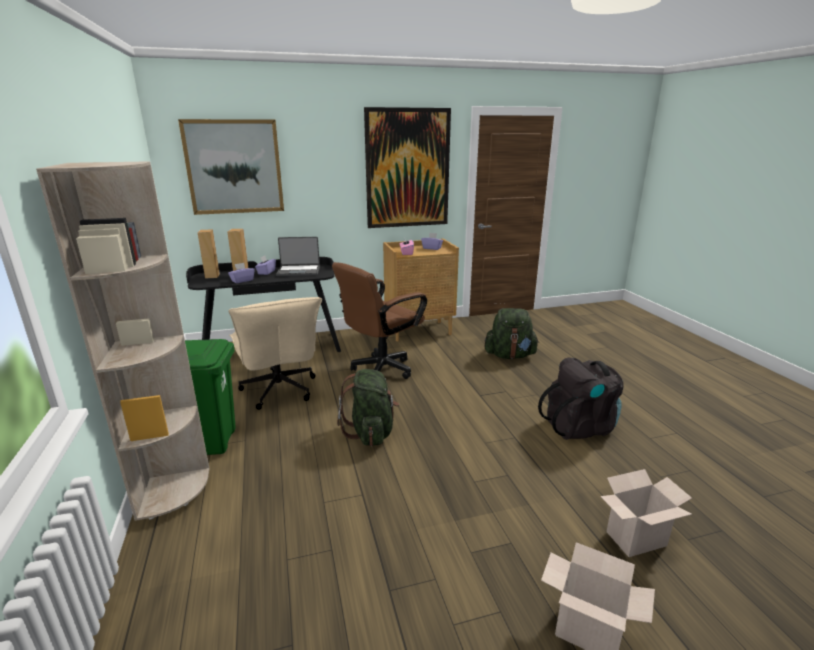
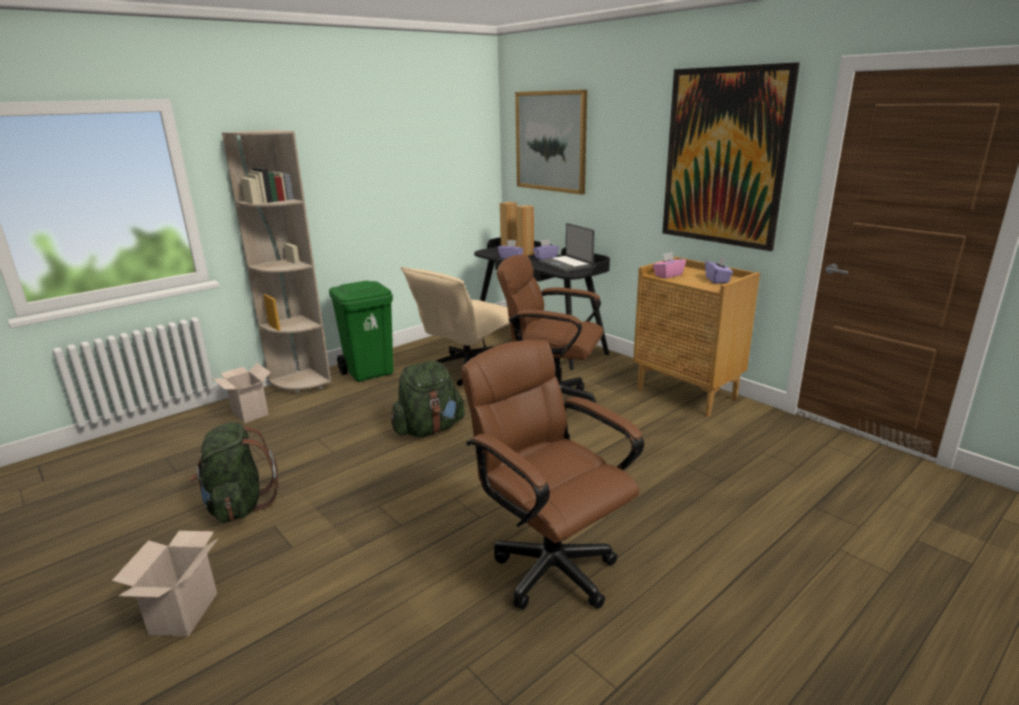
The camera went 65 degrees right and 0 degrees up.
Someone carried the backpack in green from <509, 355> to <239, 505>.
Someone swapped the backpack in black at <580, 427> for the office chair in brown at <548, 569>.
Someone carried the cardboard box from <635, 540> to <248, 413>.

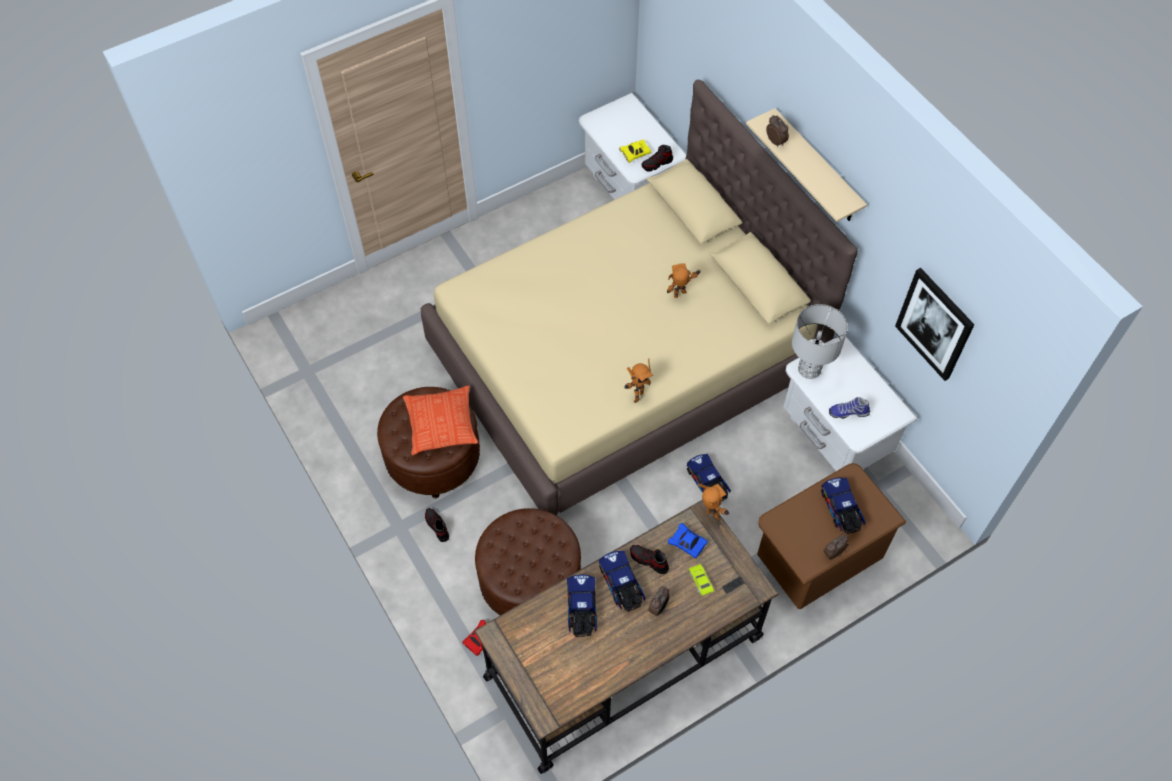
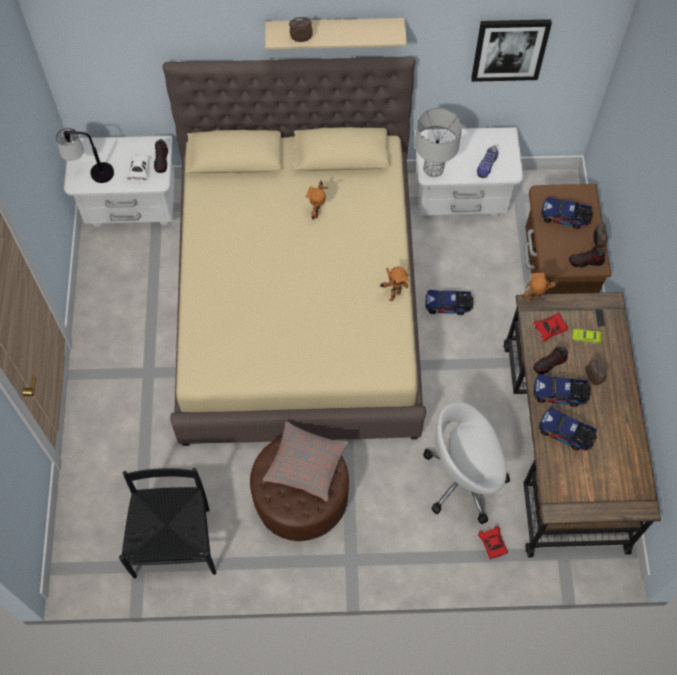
The camera went 60 degrees left and 5 degrees up.
Someone repainted the toy car in yellow at <635, 154>, which became the toy car in white at <139, 171>.
Someone rotated the toy robot at <636, 396> by 75 degrees clockwise.
Someone repainted the pillow in orange at <441, 426>, which became the pillow in grey at <306, 465>.
Someone carried the shoe from <437, 526> to <586, 261>.
Someone swapped the ottoman in brown at <530, 582> for the office chair in white at <461, 480>.
Someone repainted the toy car in blue at <687, 544>, which became the toy car in red at <549, 329>.
Someone put down the table lamp at <91, 173>.
Someone put down the chair in black at <175, 542>.

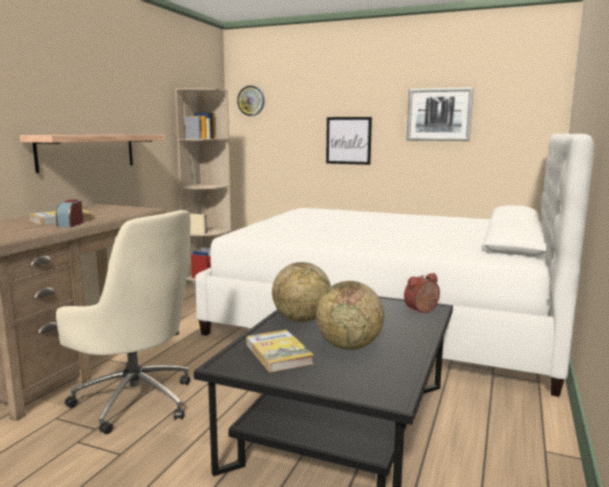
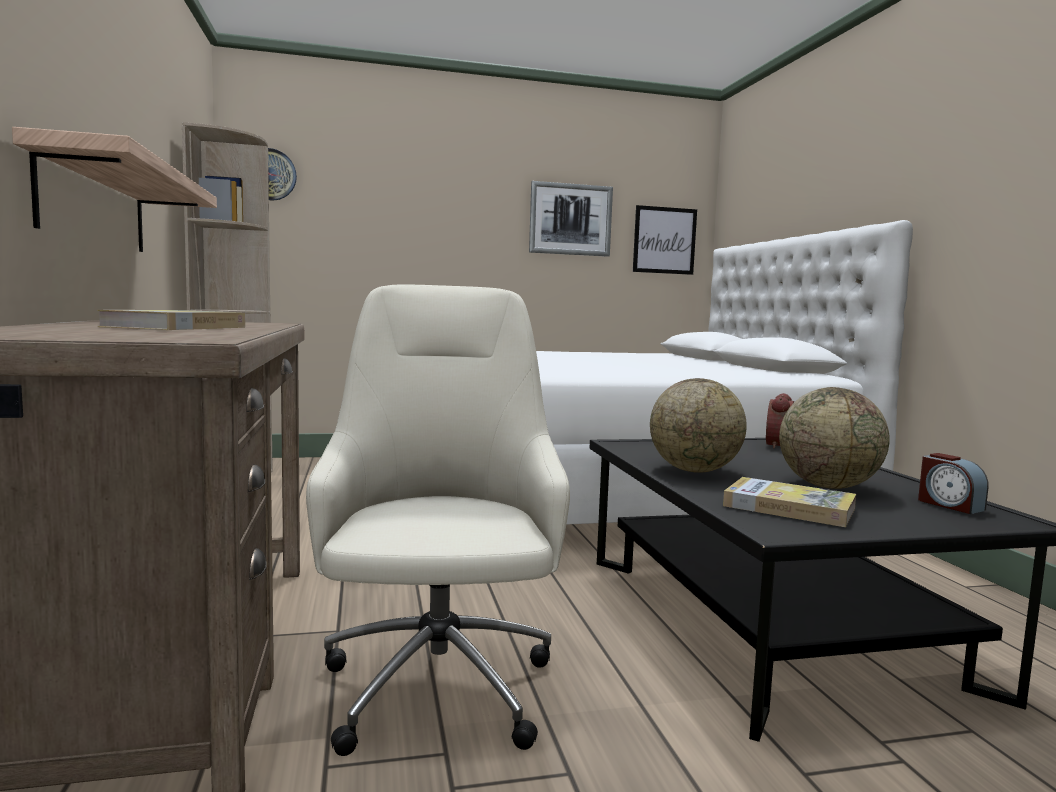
The camera went 35 degrees left and 5 degrees down.
Someone carried the picture from <348, 140> to <664, 240>.
Someone carried the alarm clock from <70, 224> to <949, 505>.
Someone rotated the office chair in beige at <136, 401> by 90 degrees counterclockwise.

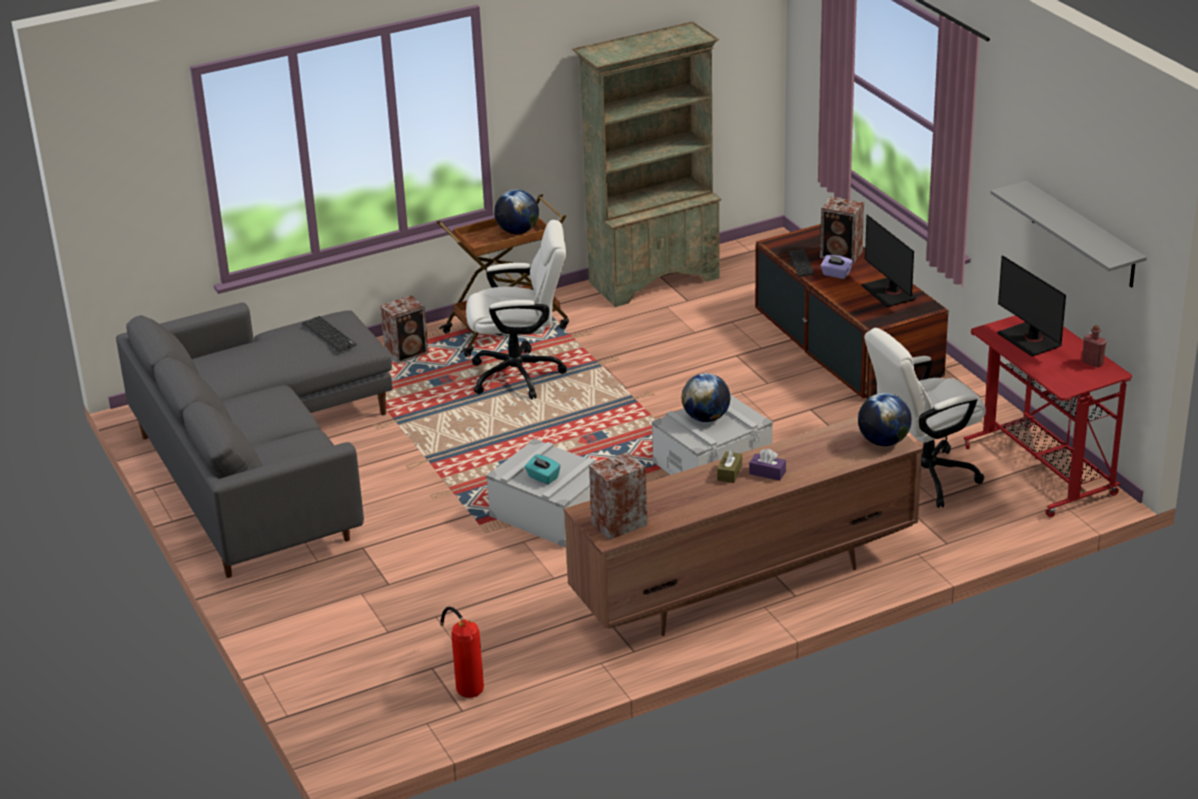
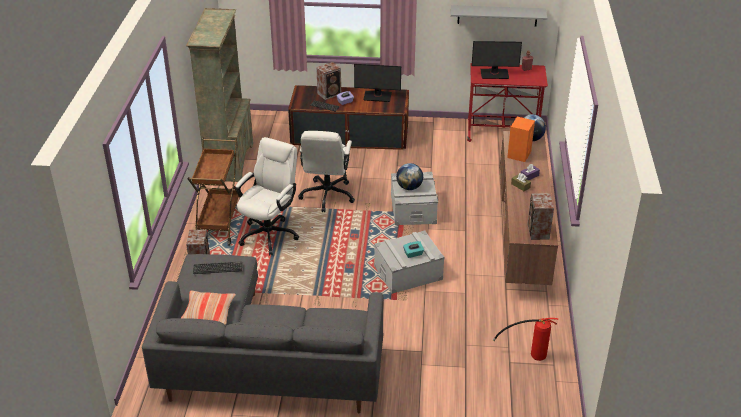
The camera went 60 degrees left and 5 degrees up.
Someone took away the globe at <517, 231>.
Someone carried the office chair in white from <921, 479> to <327, 197>.
Someone put down the speaker in orange at <519, 154>.
Someone put down the pillow at <208, 312>.

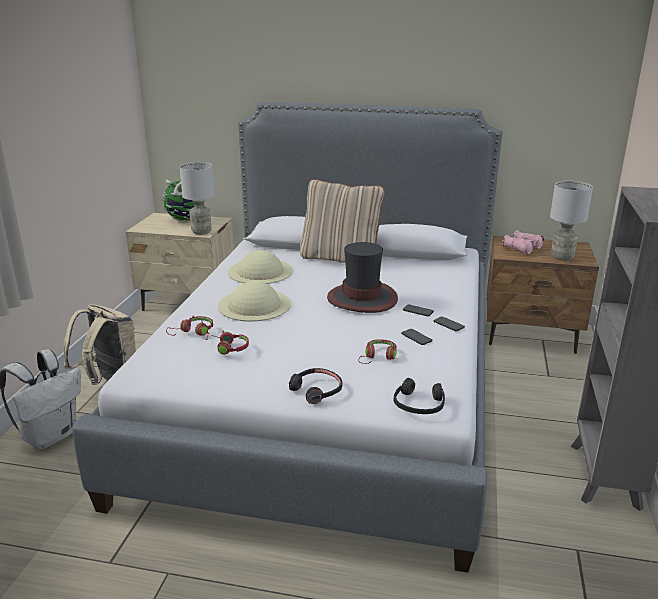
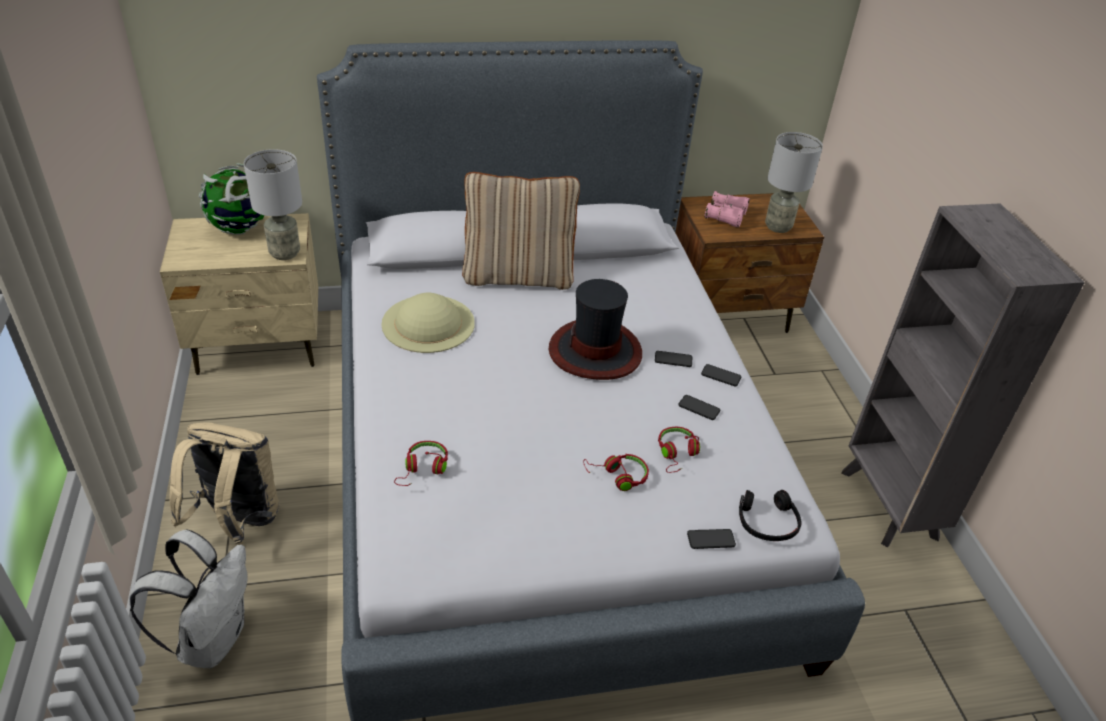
The camera went 25 degrees left and 15 degrees up.
Someone took away the hat in beige at <254, 305>.
Someone carried the headphones in red from <227, 347> to <617, 476>.
Someone took away the headphones in black at <316, 390>.
Someone put down the phone at <711, 539>.

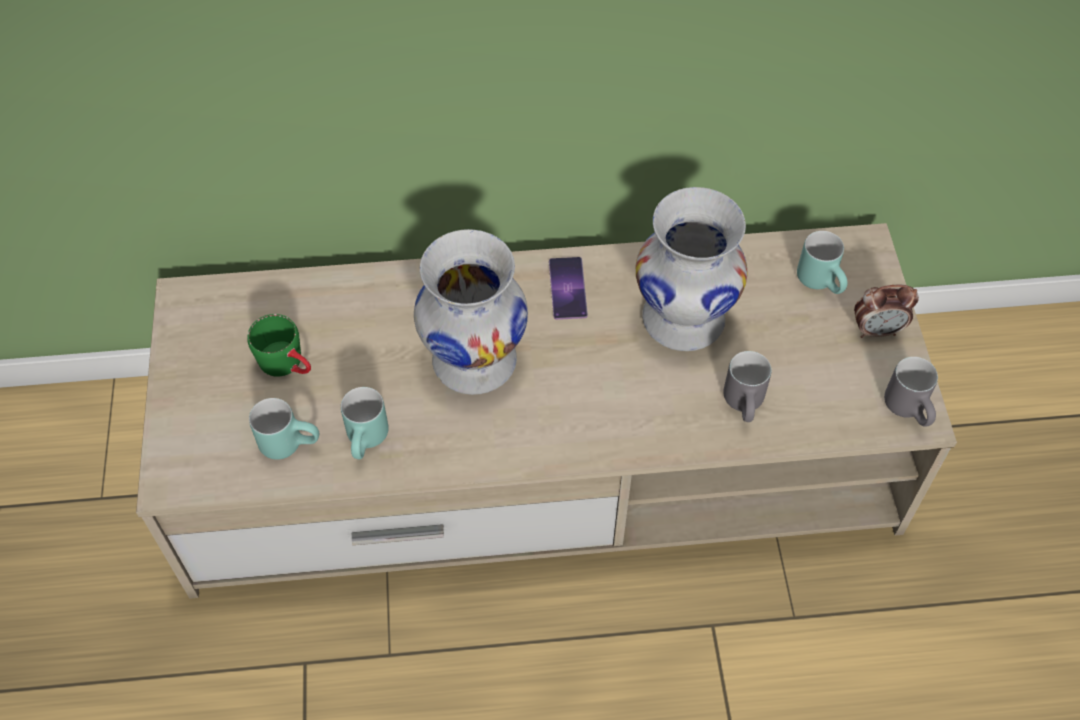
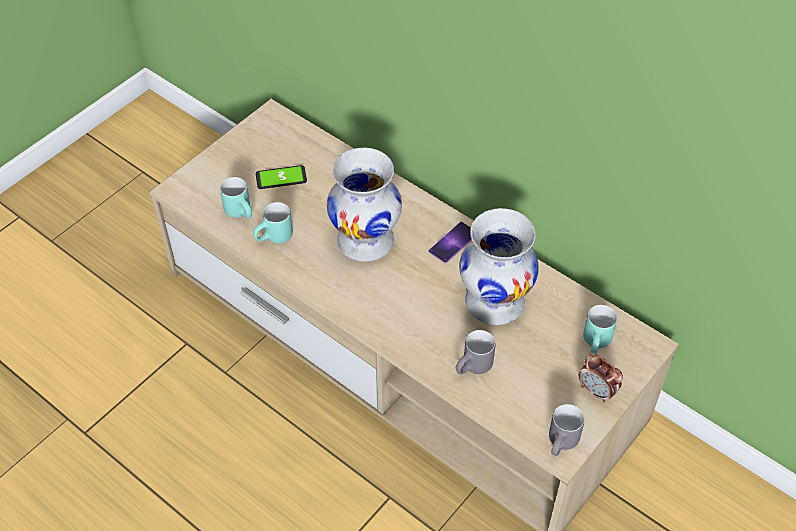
The camera went 45 degrees right and 5 degrees down.
Someone swapped the mug in green at <288, 364> for the phone at <281, 178>.

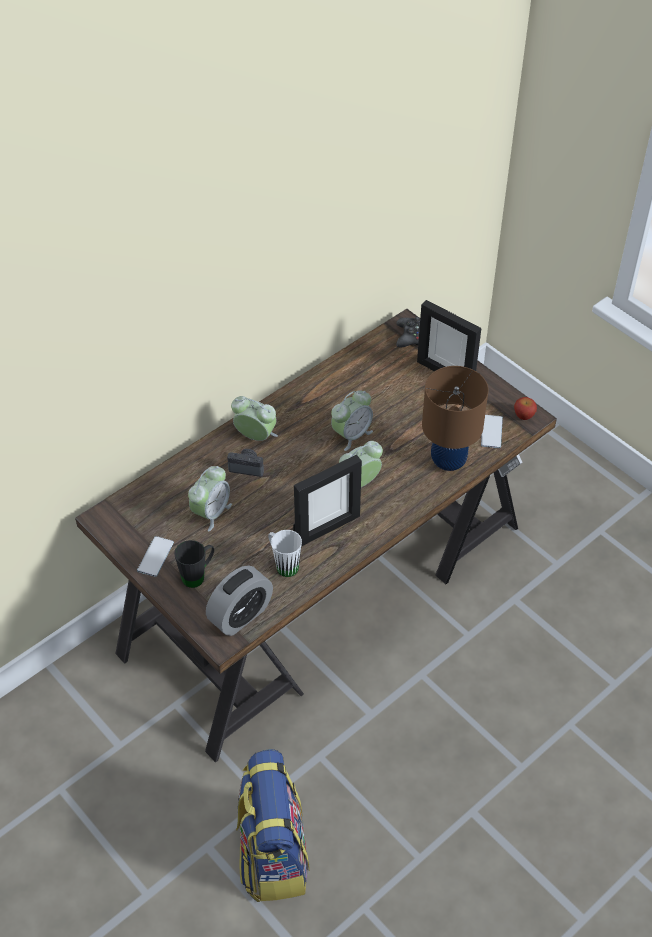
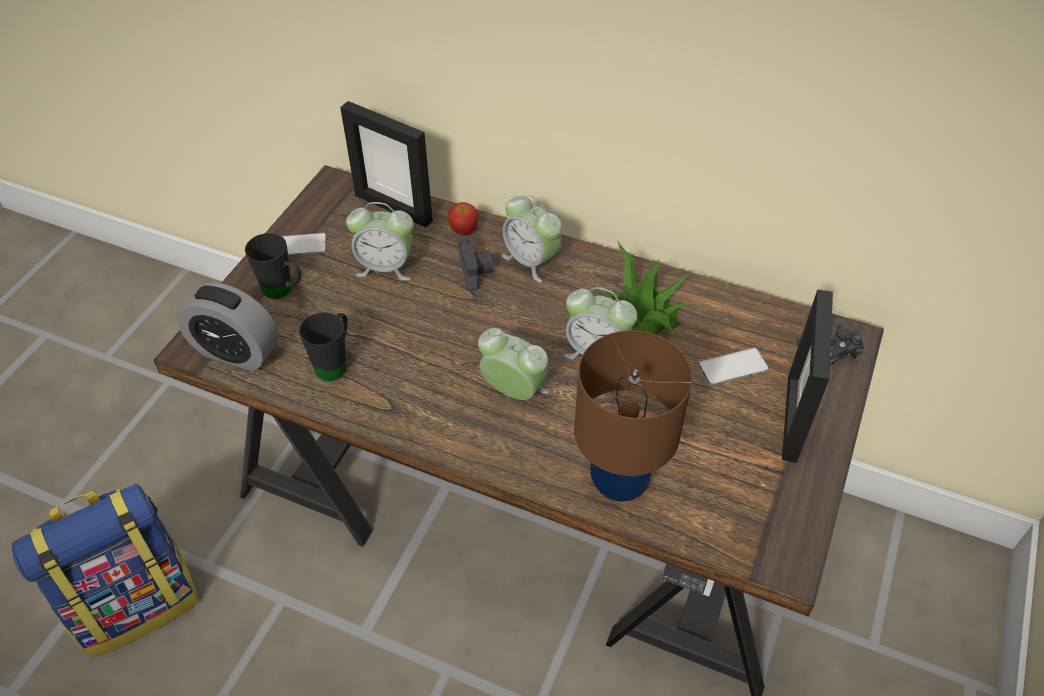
The camera went 65 degrees right and 0 degrees up.
Someone rotated the alarm clock at <255, 437> by 135 degrees clockwise.
Someone carried the apple from <523, 416> to <463, 229>.
Someone carried the phone from <491, 431> to <732, 367>.
Someone carried the picture frame from <327, 527> to <394, 207>.
Someone repainted the mug in white at <283, 564>, which became the mug in black at <335, 363>.
Someone put down the potted plant at <643, 312>.

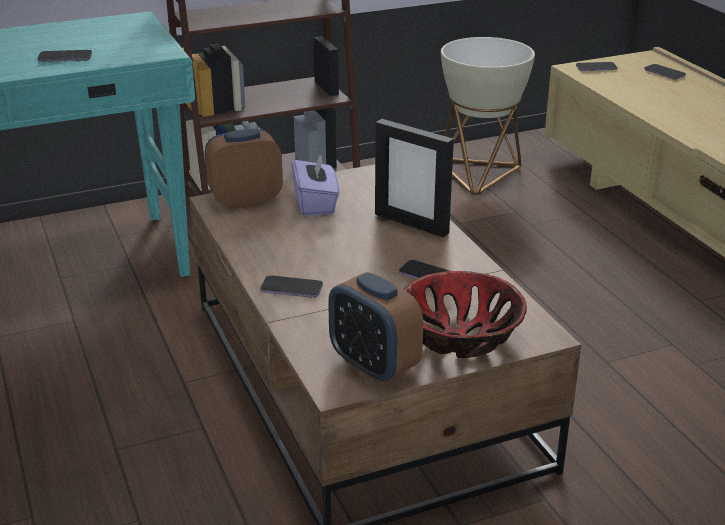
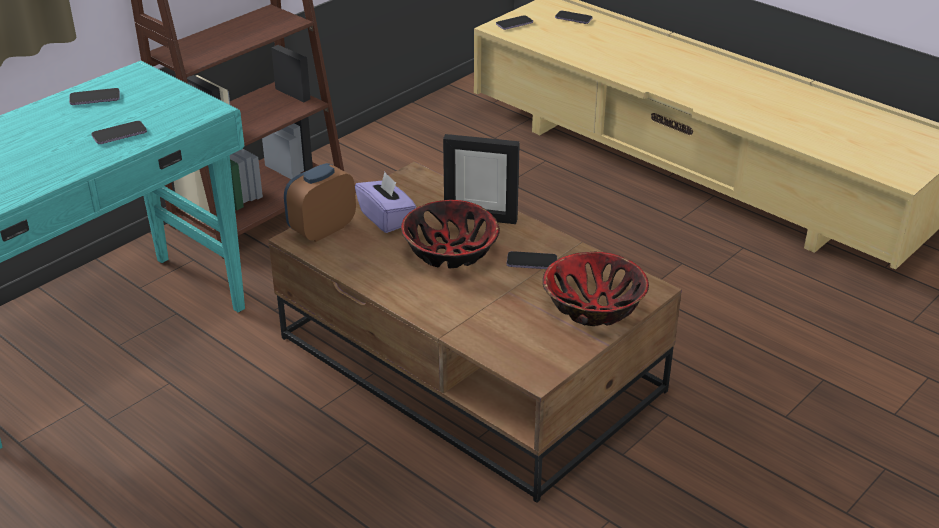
The camera went 25 degrees left and 5 degrees up.
Someone took away the planter at <480, 174>.
Someone took away the alarm clock at <374, 365>.
Someone carried the phone from <291, 289> to <95, 98>.
Someone put down the bowl at <451, 252>.

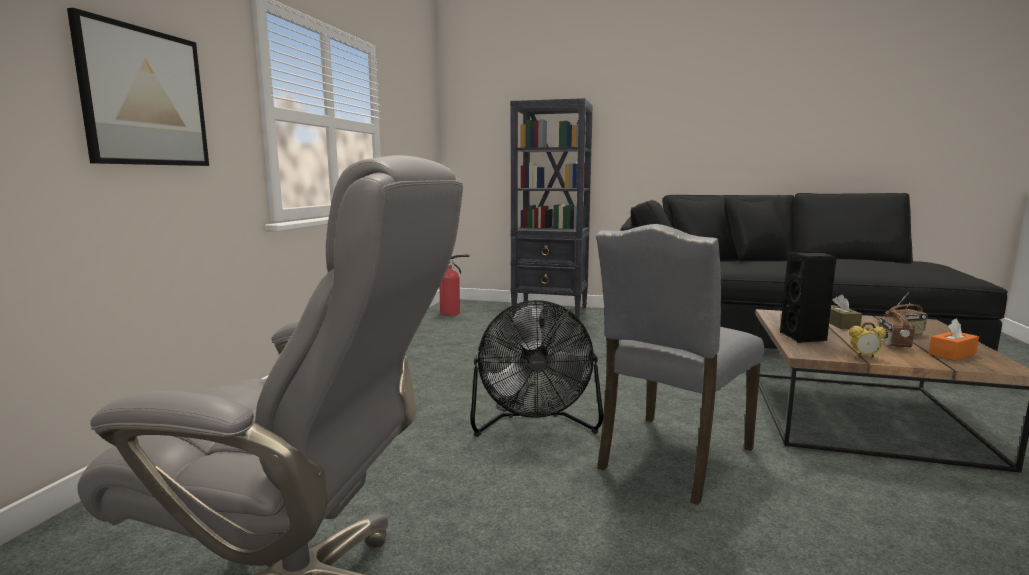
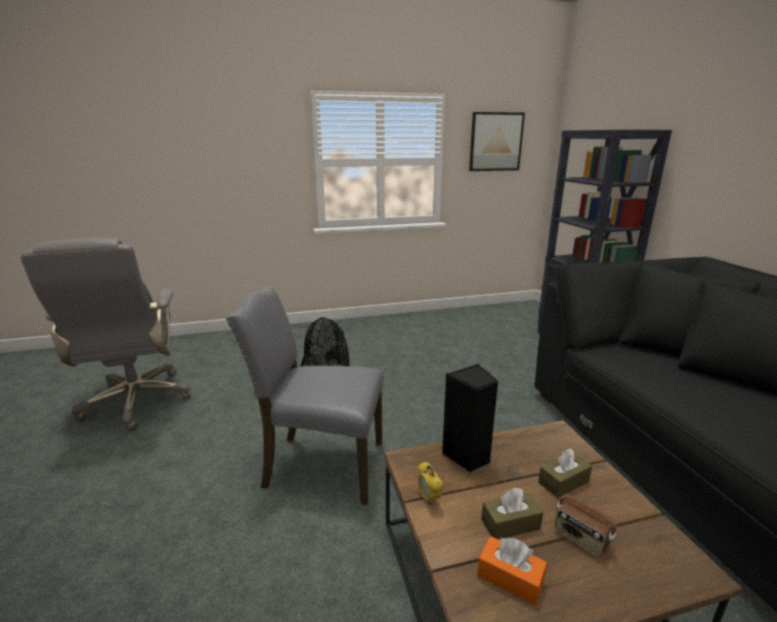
The camera went 60 degrees right and 10 degrees up.
Someone carried the picture from <144, 97> to <496, 142>.
Someone took away the fire extinguisher at <452, 313>.
Someone swapped the radio at <893, 343> for the tissue box in brown at <510, 524>.

